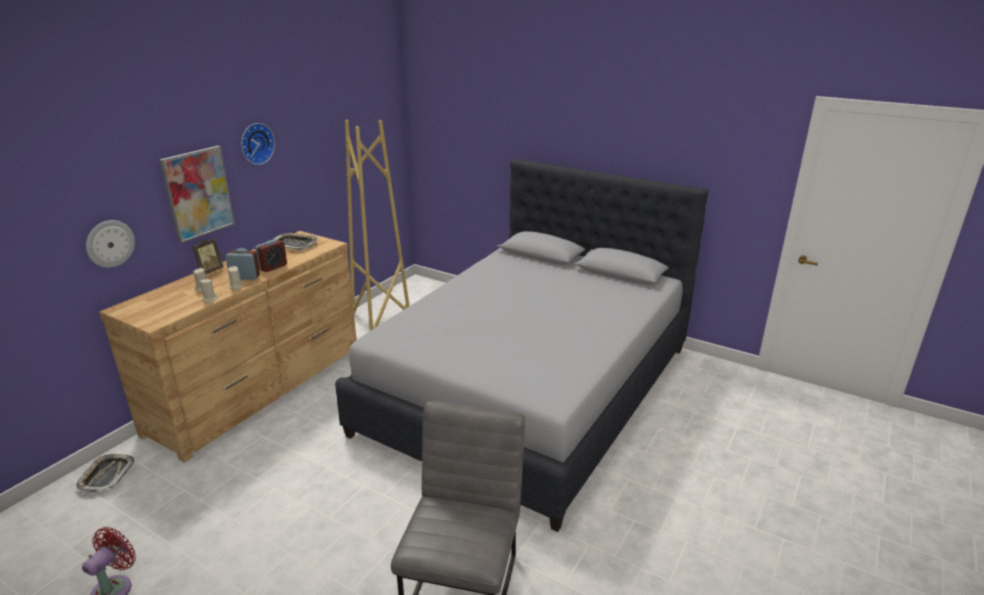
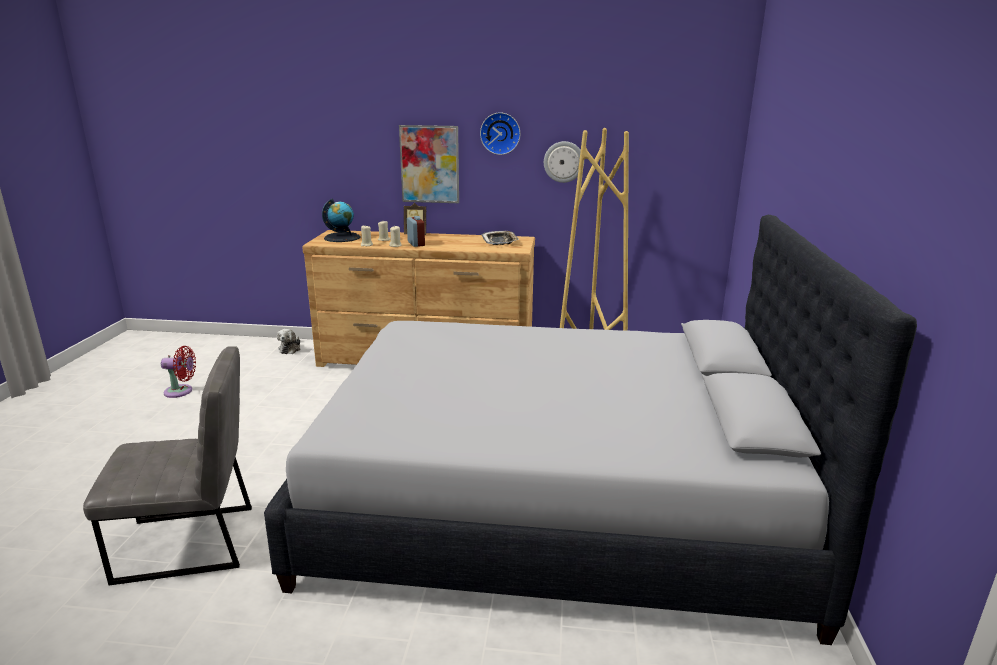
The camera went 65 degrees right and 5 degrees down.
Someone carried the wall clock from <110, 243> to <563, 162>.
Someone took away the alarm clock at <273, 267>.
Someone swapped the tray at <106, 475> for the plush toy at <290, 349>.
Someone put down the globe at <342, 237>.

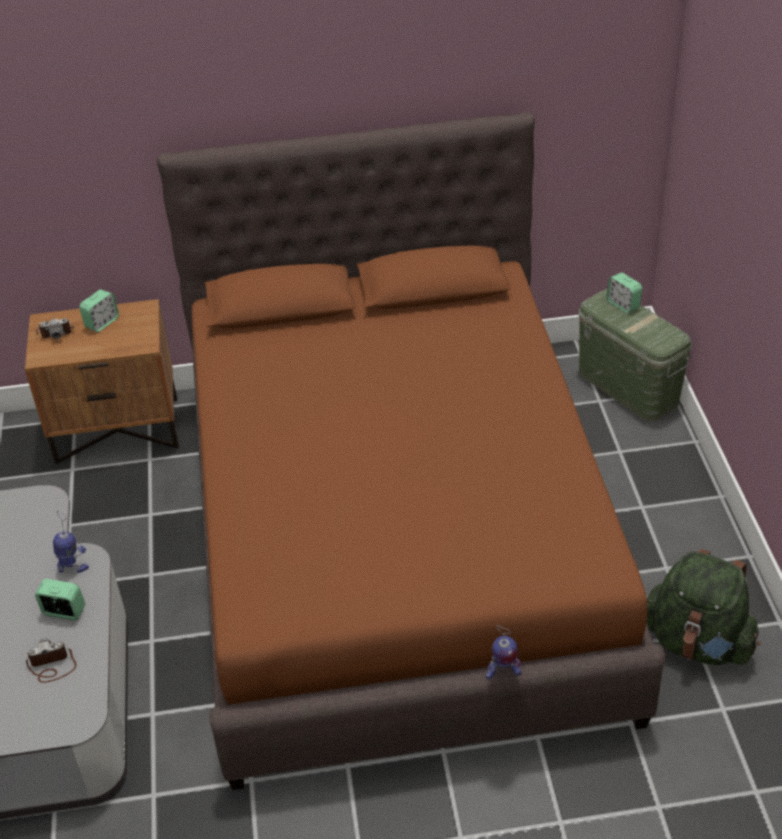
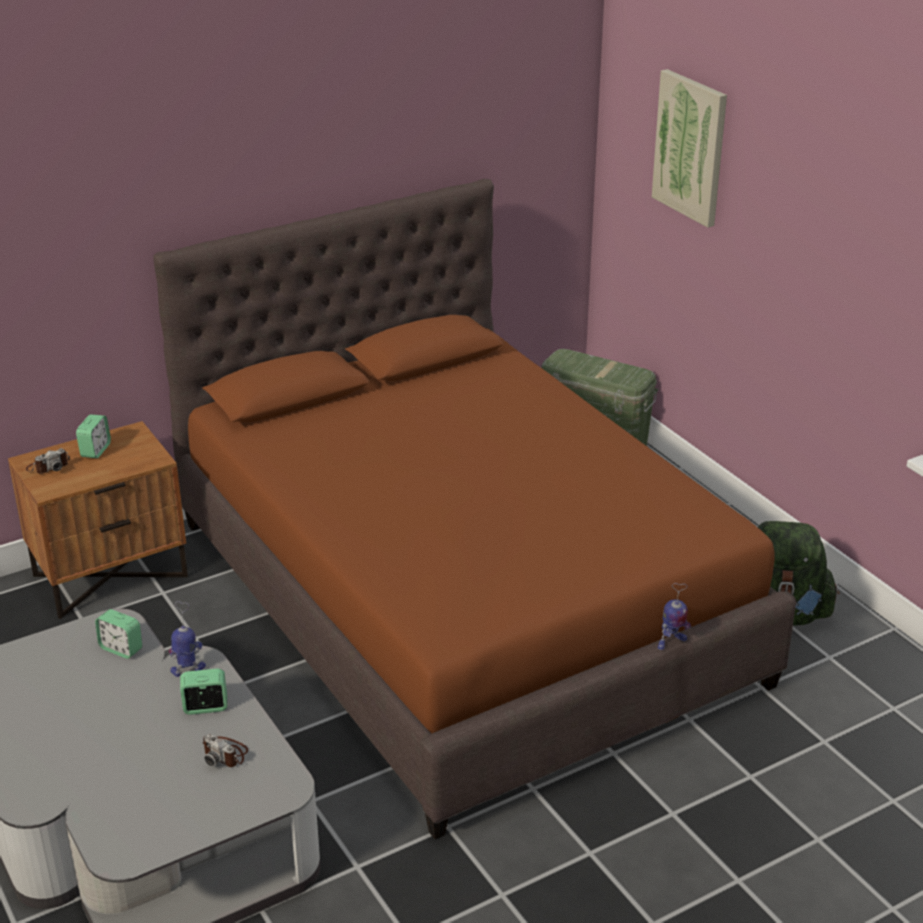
The camera went 25 degrees left and 10 degrees down.
Someone carried the alarm clock from <623, 304> to <121, 648>.
Someone rotated the photo camera at <52, 666> by 105 degrees counterclockwise.
Someone put up the picture at <690, 147>.

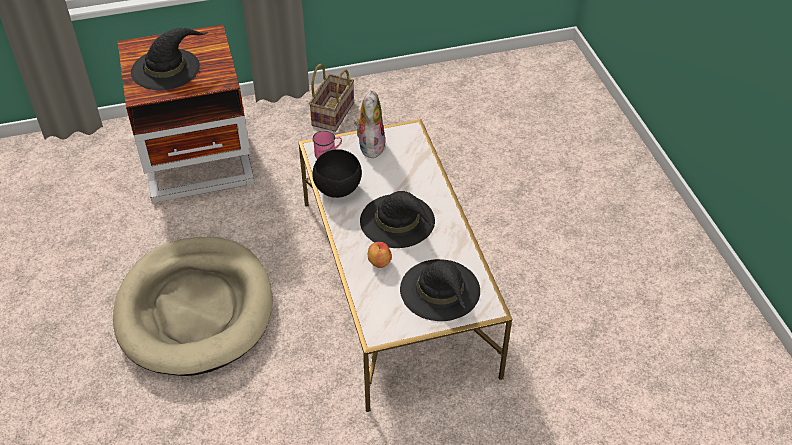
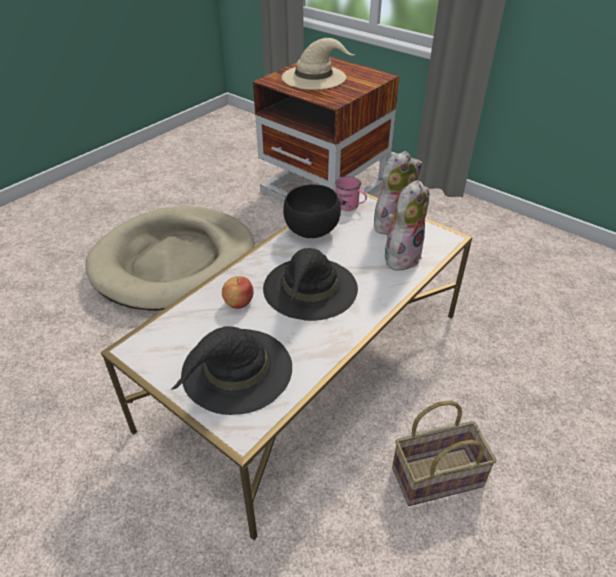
The camera went 55 degrees right and 5 degrees down.
Someone repainted the hat in black at <166, 68>, which became the hat in beige at <315, 77>.
Someone carried the basket from <332, 113> to <438, 475>.
Someone put down the plush toy at <401, 256>.

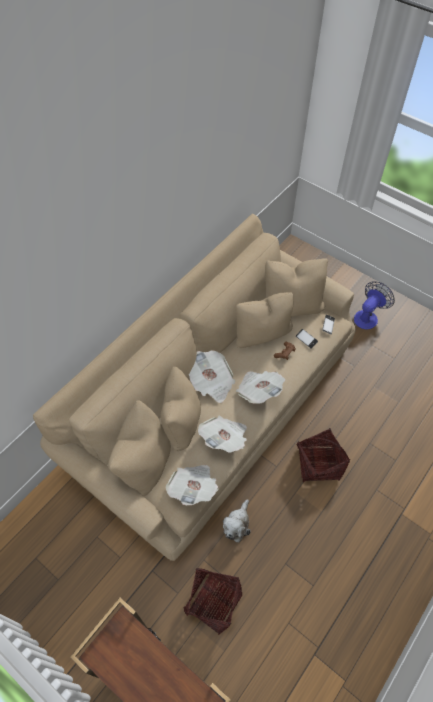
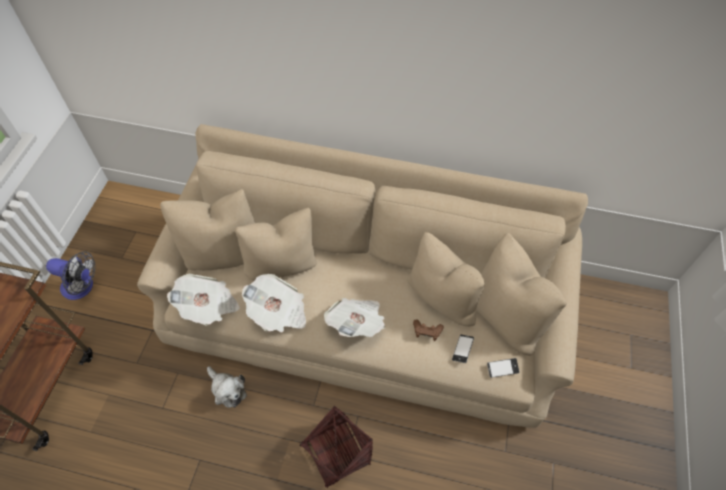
The camera went 65 degrees right and 0 degrees up.
Someone carried the fan from <368, 316> to <82, 287>.
Someone took away the newspaper at <212, 383>.
Someone rotated the plush toy at <237, 524> by 135 degrees counterclockwise.
Someone took away the basket at <212, 602>.

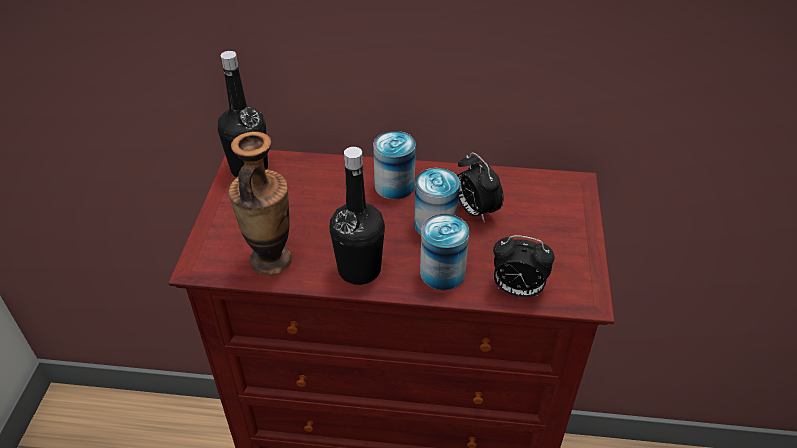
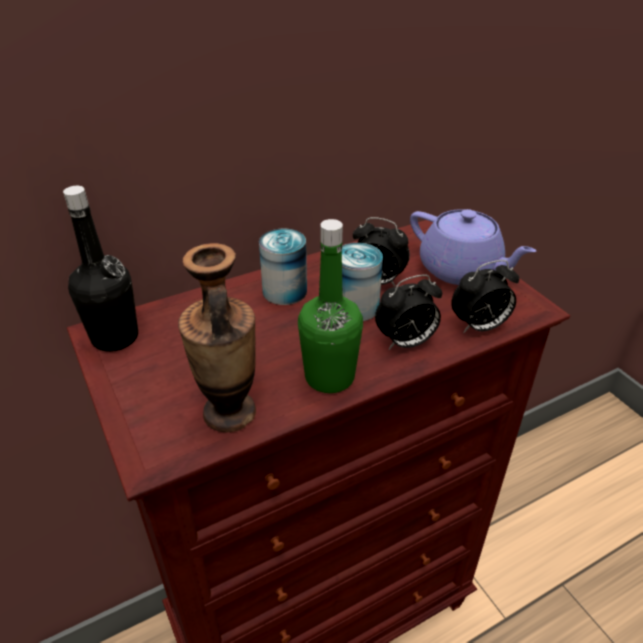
The camera went 35 degrees left and 5 degrees down.
Someone repainted the bottle in black at <359, 270>, which became the bottle in green at <329, 377>.
Someone swapped the can at <442, 273> for the alarm clock at <405, 343>.
Someone put down the teapot in purple at <461, 270>.

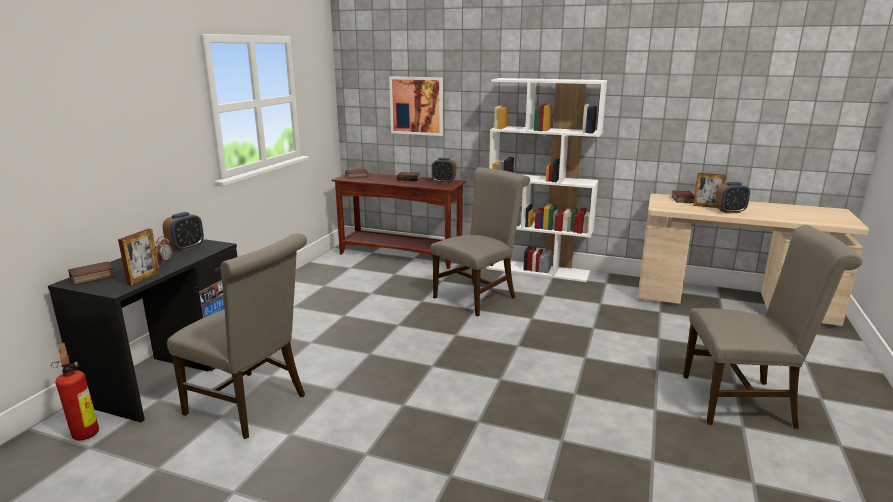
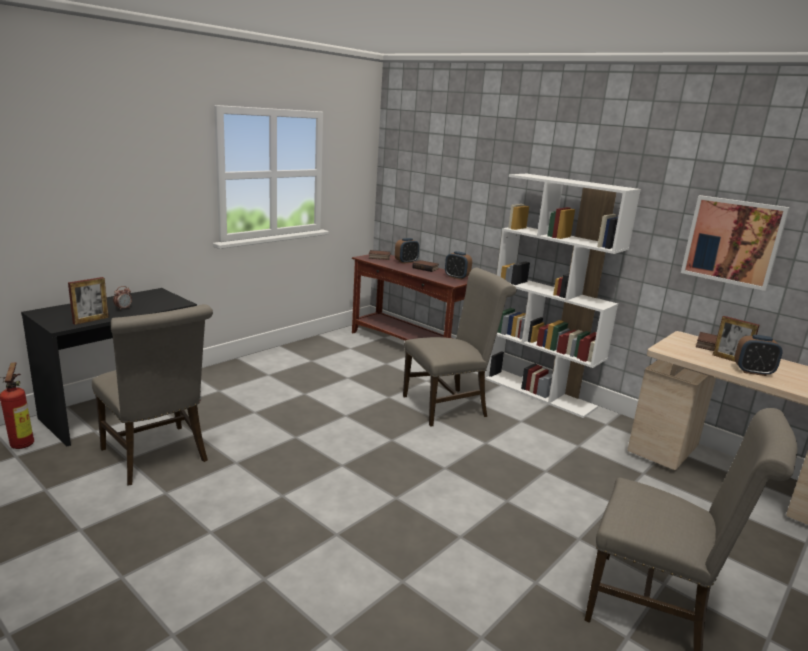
The camera went 20 degrees right and 0 degrees up.
Someone carried the picture from <417, 105> to <732, 241>.
Someone carried the alarm clock from <186, 247> to <406, 262>.
Someone took away the book at <92, 277>.

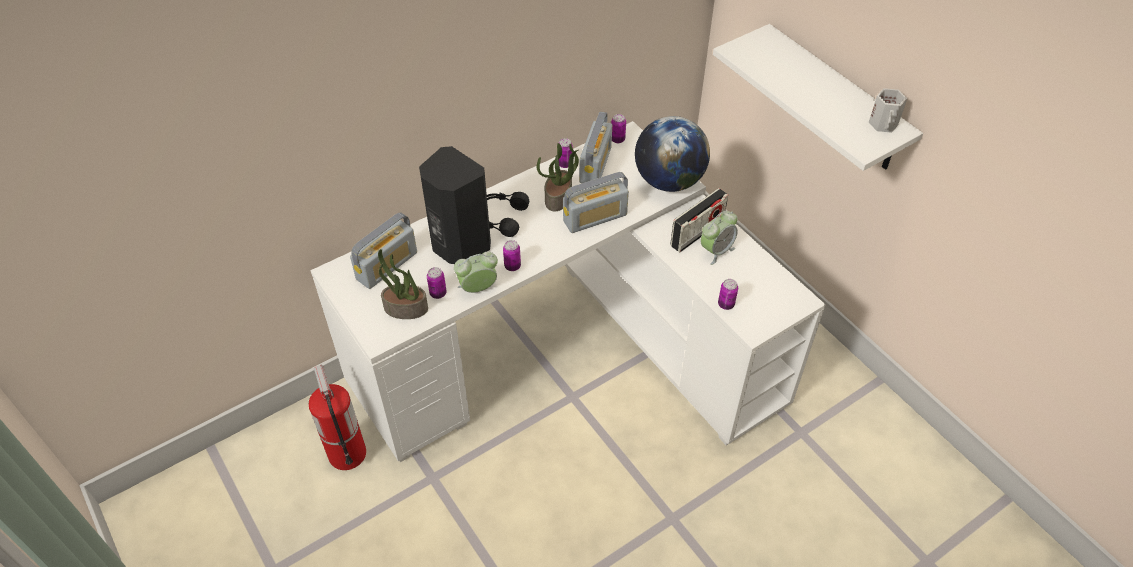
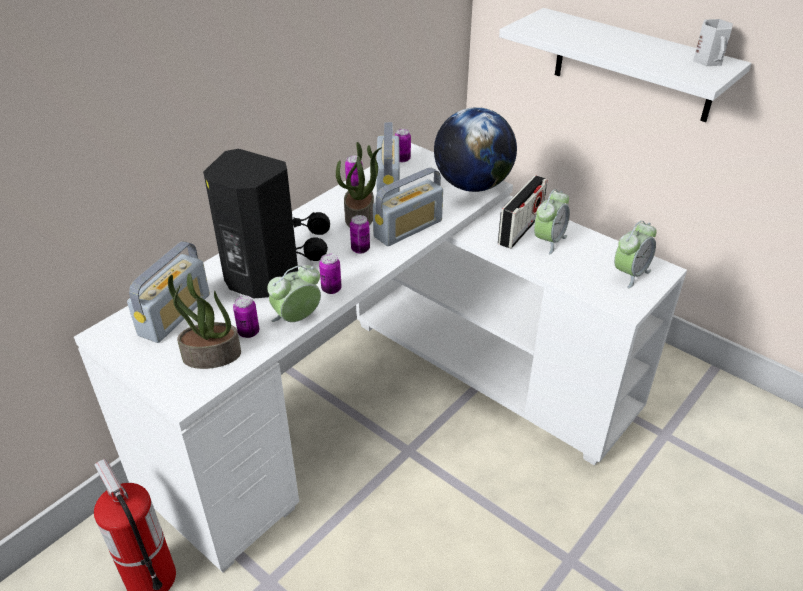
The camera went 15 degrees left and 10 degrees down.
Someone carried the can from <726, 304> to <360, 249>.
Someone put down the alarm clock at <630, 274>.

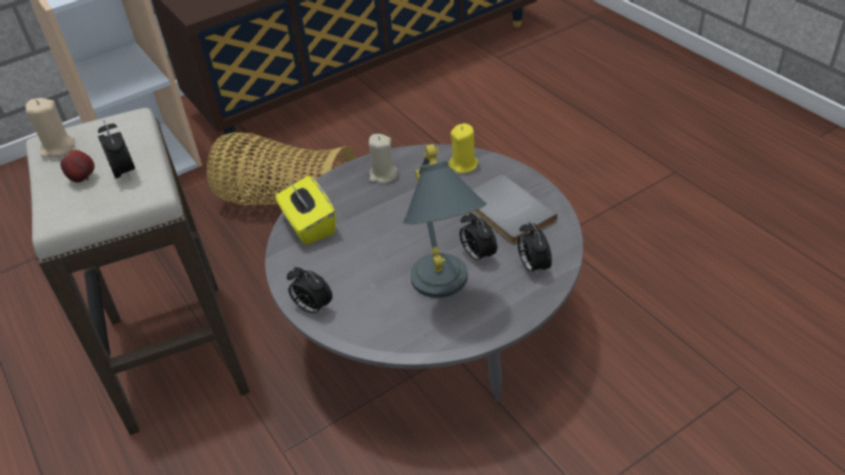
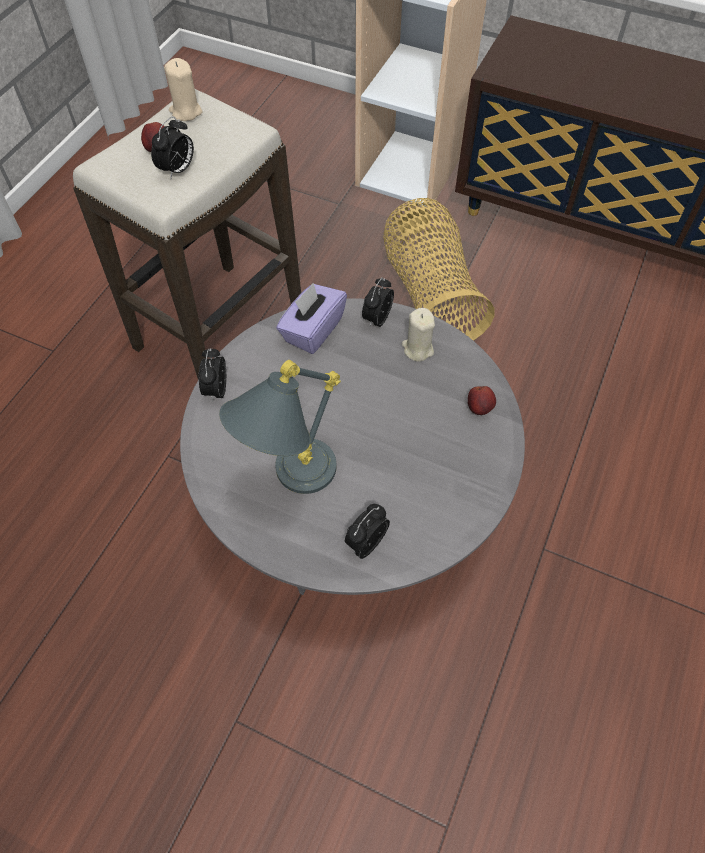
The camera went 55 degrees right and 15 degrees up.
Someone swapped the candle in yellow at <464, 165> for the apple at <479, 408>.
Someone took away the book in grey at <505, 213>.
Someone repainted the tissue box in yellow at <309, 226>, which became the tissue box in purple at <312, 330>.
Someone carried the alarm clock from <477, 255> to <377, 318>.

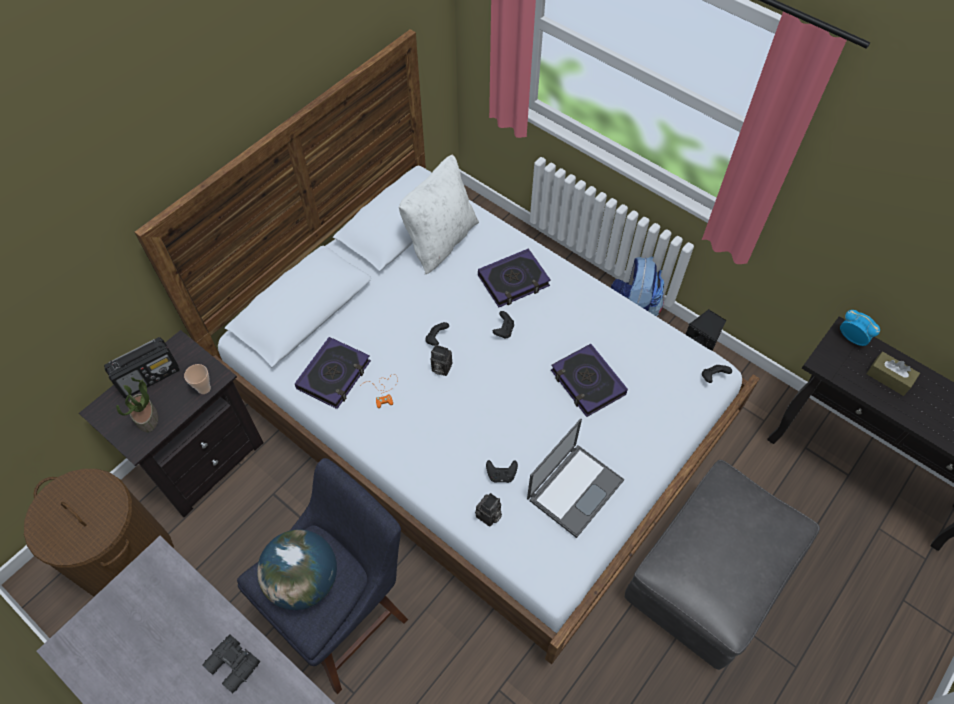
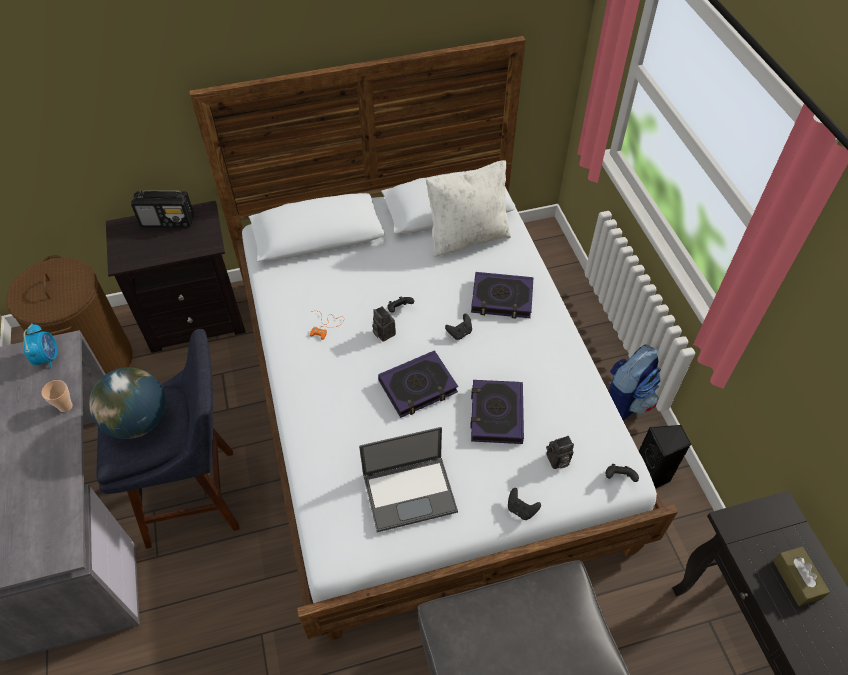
The camera went 35 degrees right and 5 degrees down.
Someone carried the alarm clock from <852, 338> to <48, 358>.
Someone carried the book from <334, 375> to <418, 387>.
Someone carried the cup from <204, 388> to <65, 406>.
Someone took away the potted plant at <147, 417>.
Someone carried the game controller in black from <501, 475> to <521, 509>.
Someone carried the photo camera from <488, 517> to <557, 461>.
Someone took away the binoculars in black at <233, 666>.

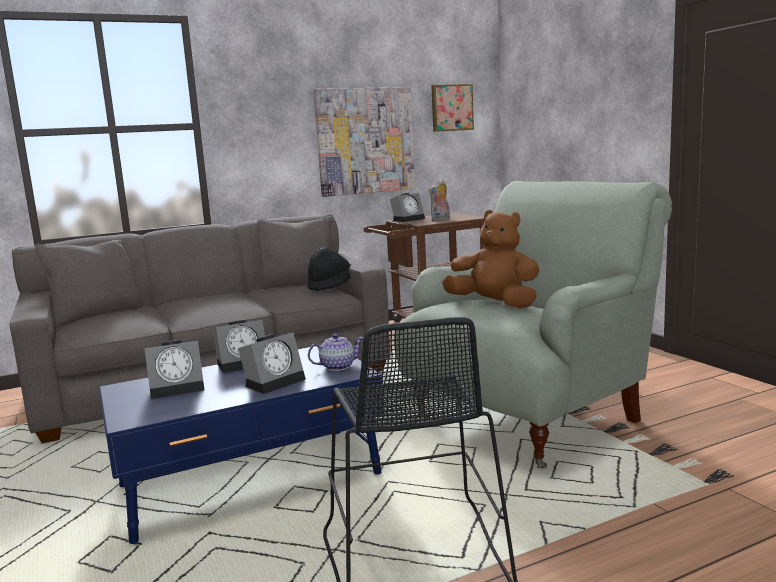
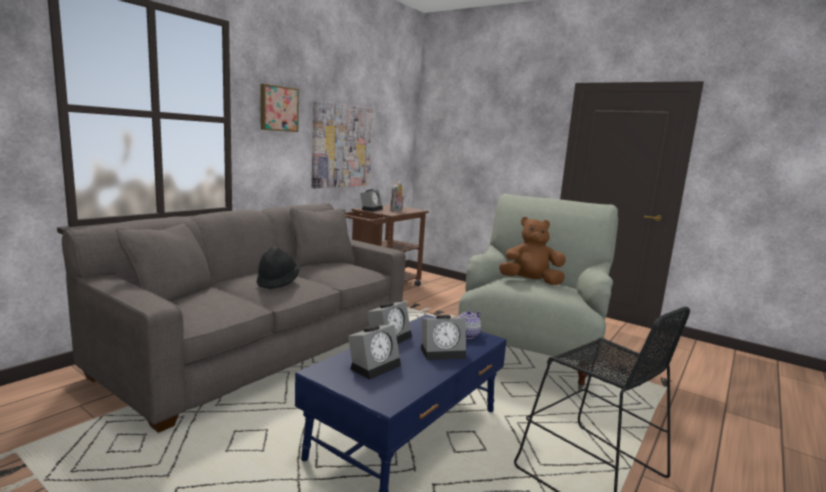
The camera went 30 degrees left and 0 degrees up.
Someone carried the picture from <451, 108> to <278, 108>.
Someone carried the hat in black from <330, 286> to <277, 282>.
Someone rotated the alarm clock at <275, 381> by 60 degrees clockwise.

